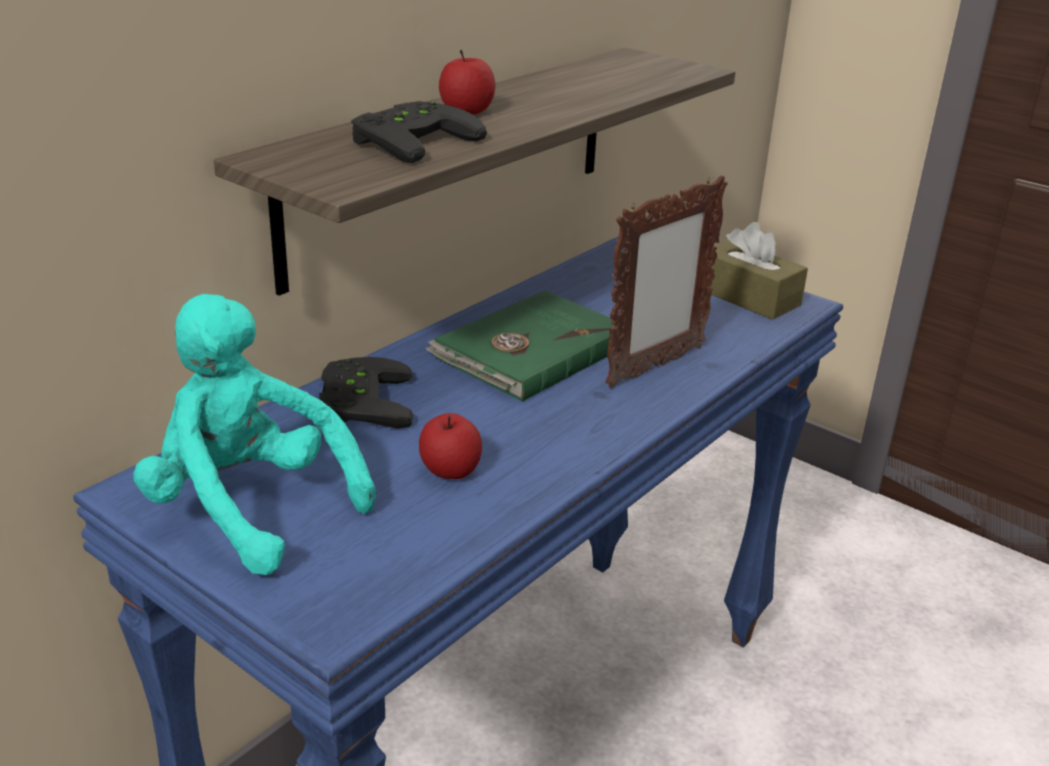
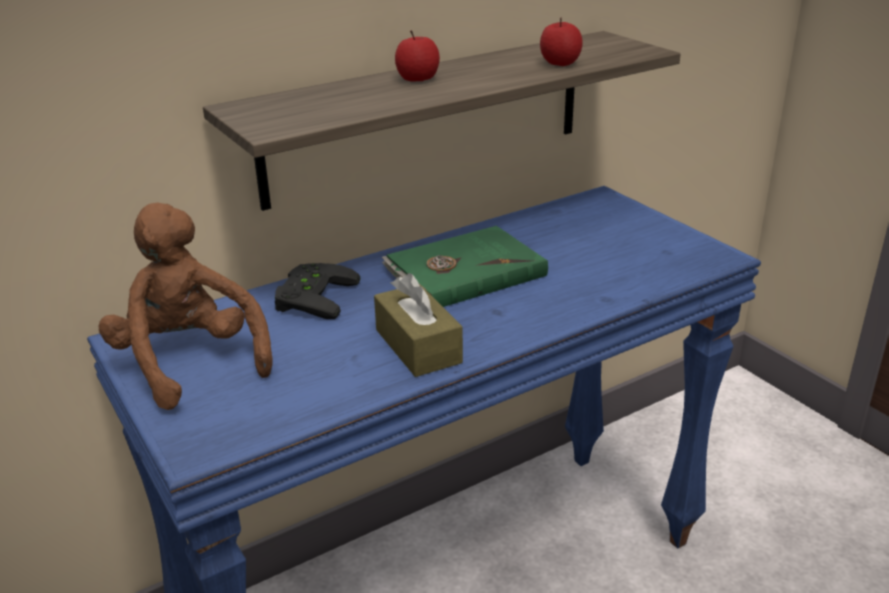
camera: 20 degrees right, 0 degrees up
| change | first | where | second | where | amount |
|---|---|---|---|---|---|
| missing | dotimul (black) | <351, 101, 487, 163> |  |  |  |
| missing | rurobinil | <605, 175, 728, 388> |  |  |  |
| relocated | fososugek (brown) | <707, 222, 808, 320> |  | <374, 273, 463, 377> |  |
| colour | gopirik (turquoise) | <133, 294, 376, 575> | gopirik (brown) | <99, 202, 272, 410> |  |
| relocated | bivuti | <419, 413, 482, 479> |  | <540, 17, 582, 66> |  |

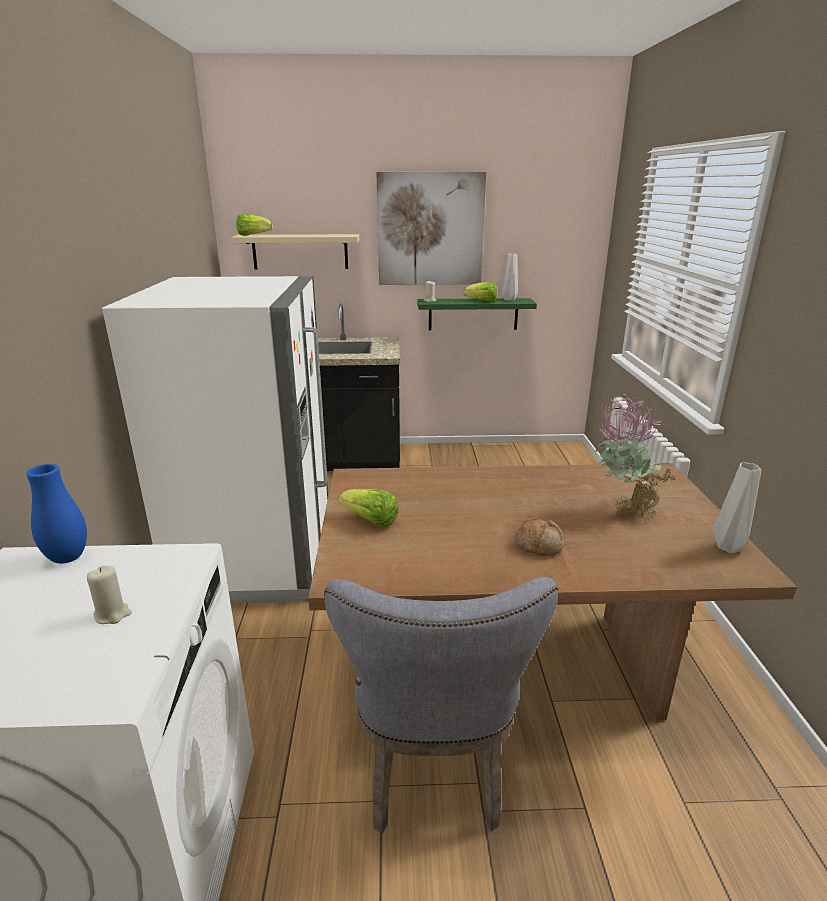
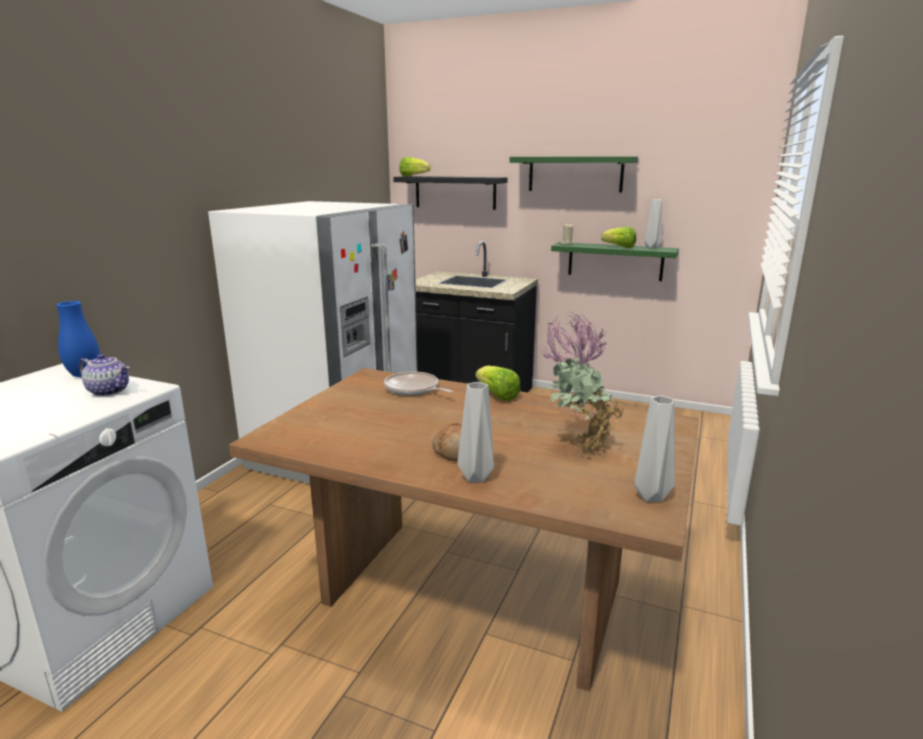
camera: 25 degrees right, 5 degrees down
| change | first | where | second | where | amount |
|---|---|---|---|---|---|
| exchanged | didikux | <377, 172, 486, 285> | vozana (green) | <510, 156, 638, 193> |  |
| colour | vozana (beige) | <231, 234, 359, 269> | vozana (black) | <393, 176, 507, 210> |  |
| relocated | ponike | <339, 489, 398, 528> |  | <475, 366, 521, 401> |  |
| missing | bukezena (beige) | <87, 566, 132, 624> |  |  |  |
| missing | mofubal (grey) | <324, 577, 558, 833> |  |  |  |
| appeared |  |  | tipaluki | <79, 354, 130, 396> |  |
| appeared |  |  | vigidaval | <384, 372, 453, 396> |  |
| appeared |  |  | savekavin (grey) | <457, 382, 494, 483> |  |

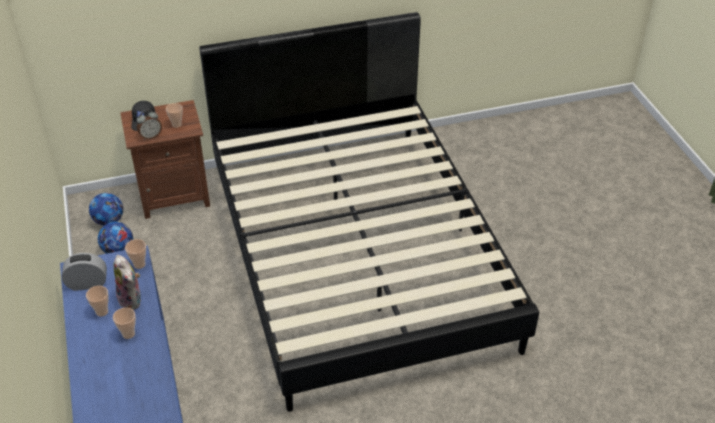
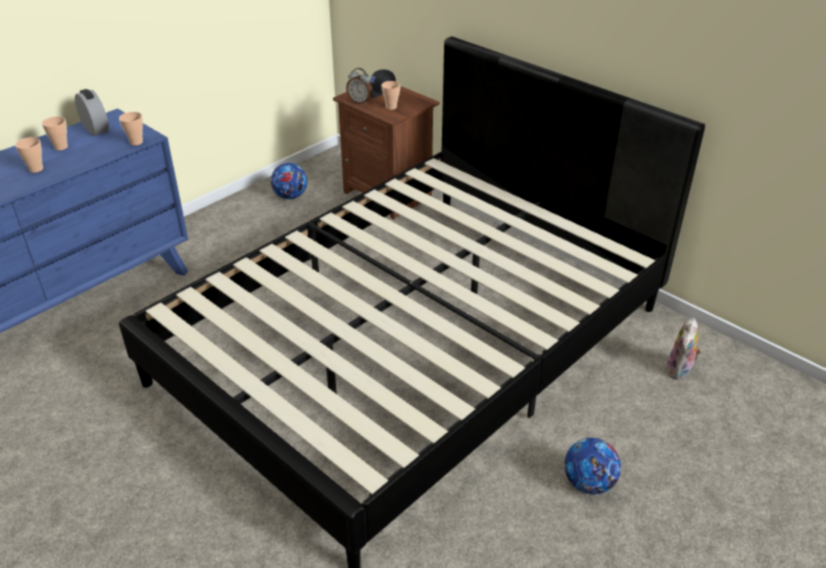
camera: 60 degrees right, 5 degrees down
| change | first | where | second | where | amount |
|---|---|---|---|---|---|
| relocated | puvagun | <89, 193, 123, 226> |  | <564, 438, 621, 494> |  |
| relocated | gopirik | <114, 255, 141, 310> |  | <666, 318, 702, 380> |  |

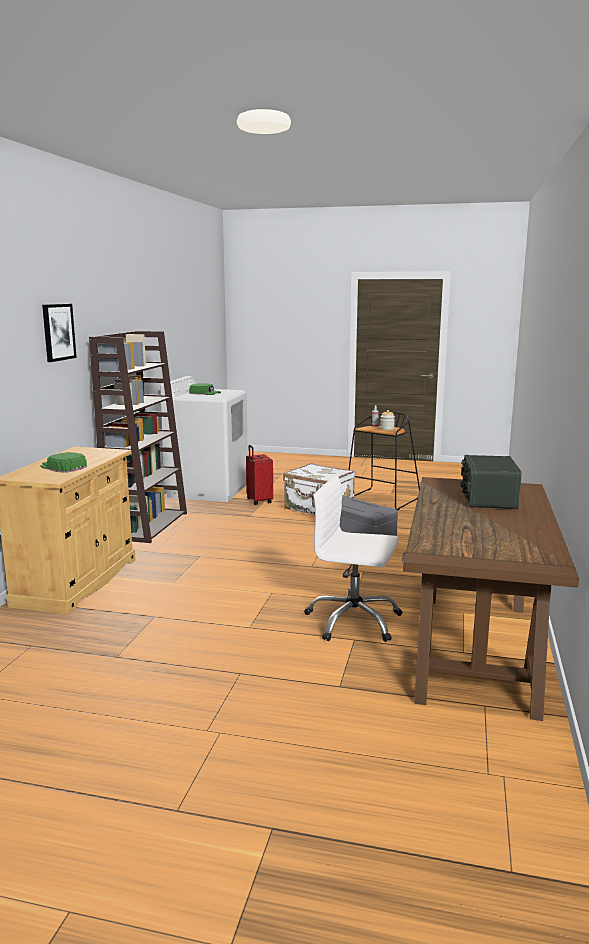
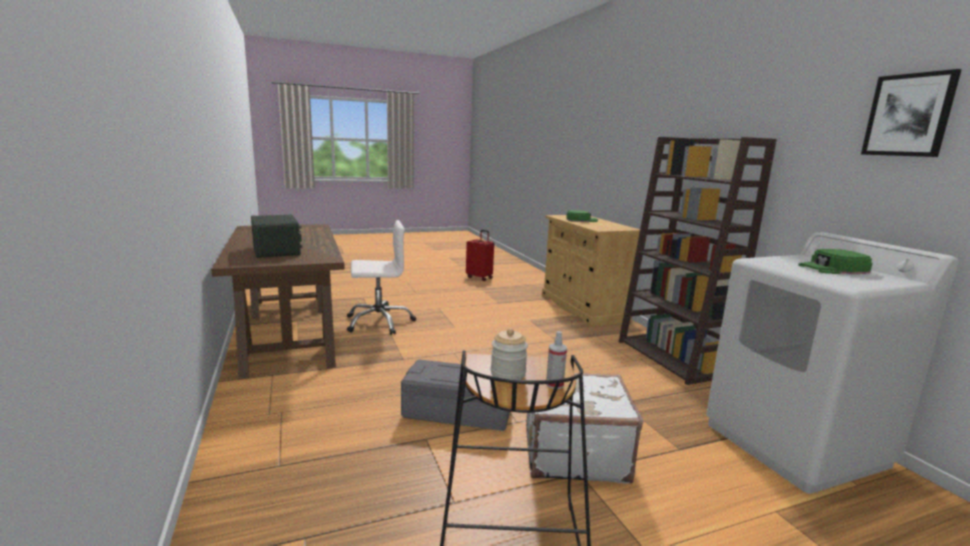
camera: 145 degrees right, 0 degrees up
| change | first | where | second | where | amount |
|---|---|---|---|---|---|
| relocated | didikux | <42, 304, 77, 362> |  | <861, 69, 962, 157> |  |
| relocated | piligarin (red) | <246, 445, 273, 505> |  | <466, 230, 494, 281> |  |

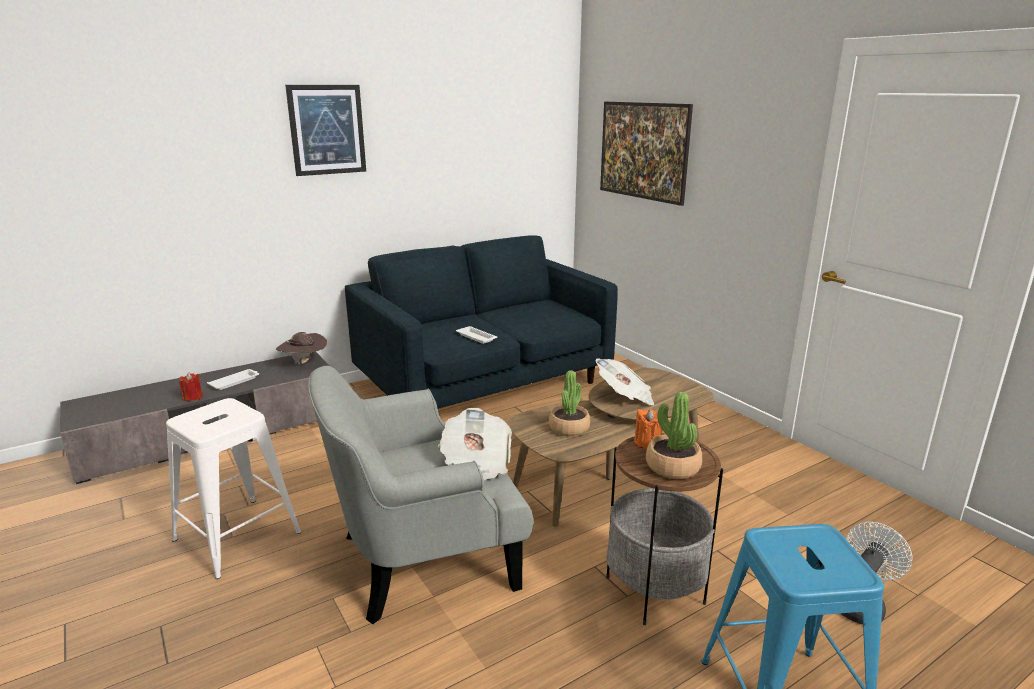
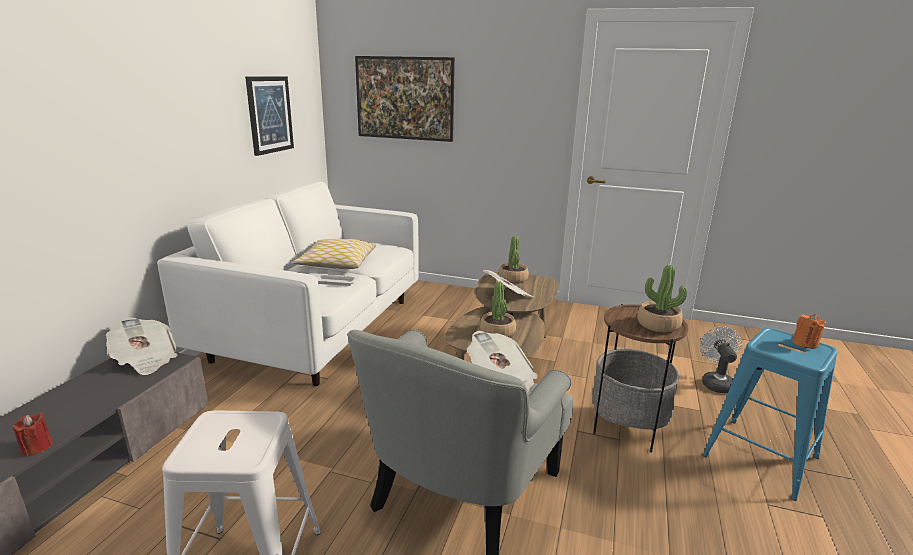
camera: 40 degrees left, 0 degrees up
| change | first | where | second | where | amount |
|---|---|---|---|---|---|
| relocated | didikux | <285, 85, 366, 176> |  | <245, 76, 294, 156> |  |
| colour | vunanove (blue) | <345, 235, 618, 409> | vunanove (white) | <157, 182, 419, 386> |  |
| exchanged | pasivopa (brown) | <276, 332, 327, 364> | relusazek | <106, 318, 177, 375> |  |
| missing | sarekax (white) | <207, 369, 259, 390> |  |  |  |
| relocated | bukezena (orange) | <634, 409, 663, 449> |  | <792, 314, 826, 349> |  |
| appeared |  |  | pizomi | <498, 236, 529, 284> |  |
| appeared |  |  | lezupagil | <293, 239, 376, 269> |  |

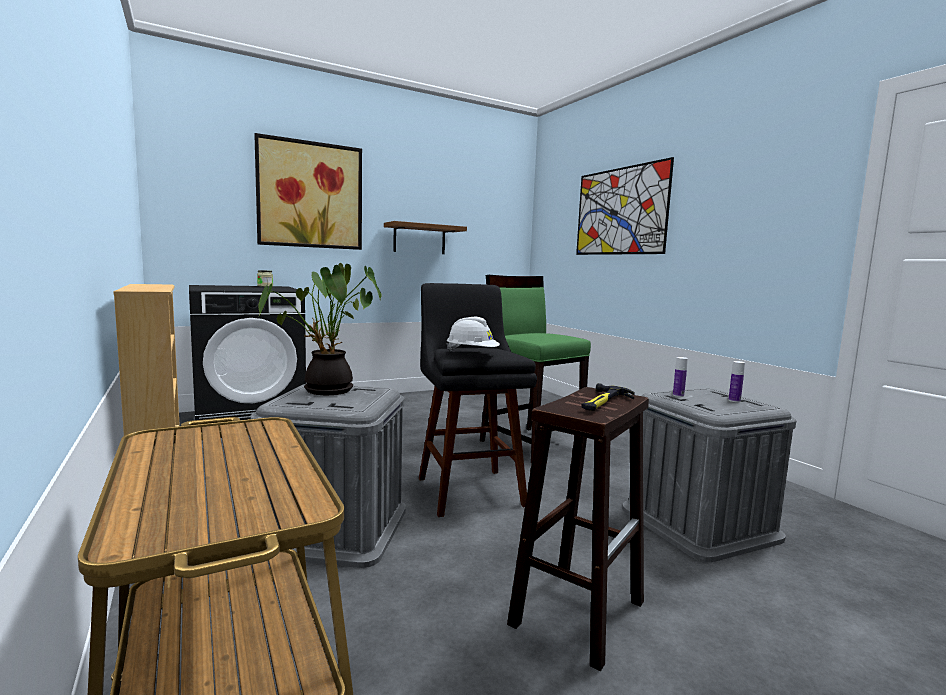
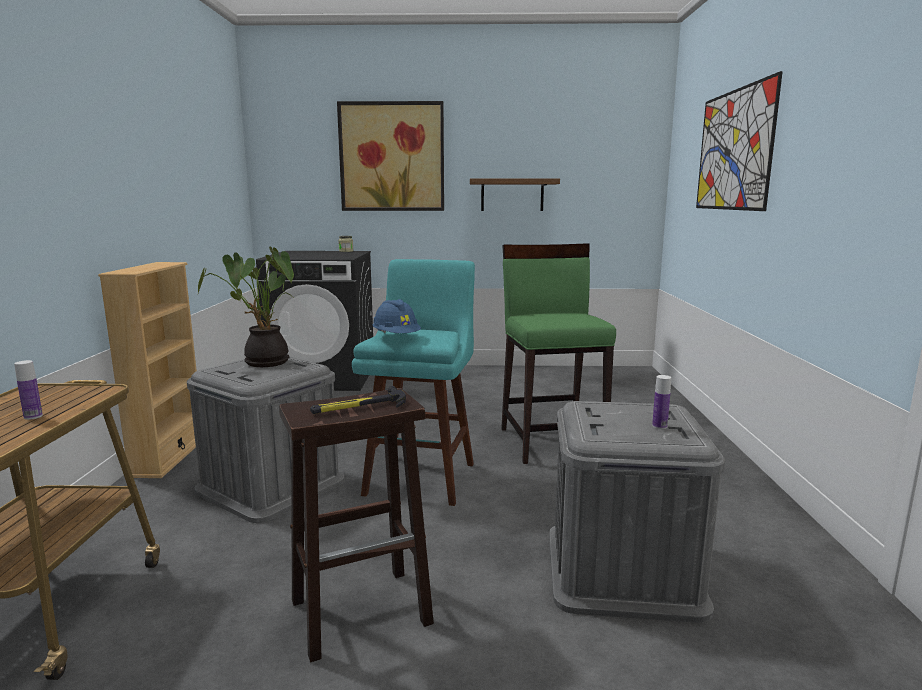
camera: 30 degrees right, 5 degrees up
| change | first | where | second | where | amount |
|---|---|---|---|---|---|
| colour | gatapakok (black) | <419, 283, 537, 517> | gatapakok (turquoise) | <352, 259, 475, 506> |  |
| colour | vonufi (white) | <447, 317, 500, 351> | vonufi (blue) | <373, 299, 421, 333> |  |
| relocated | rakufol | <673, 357, 688, 397> |  | <14, 360, 43, 420> |  |

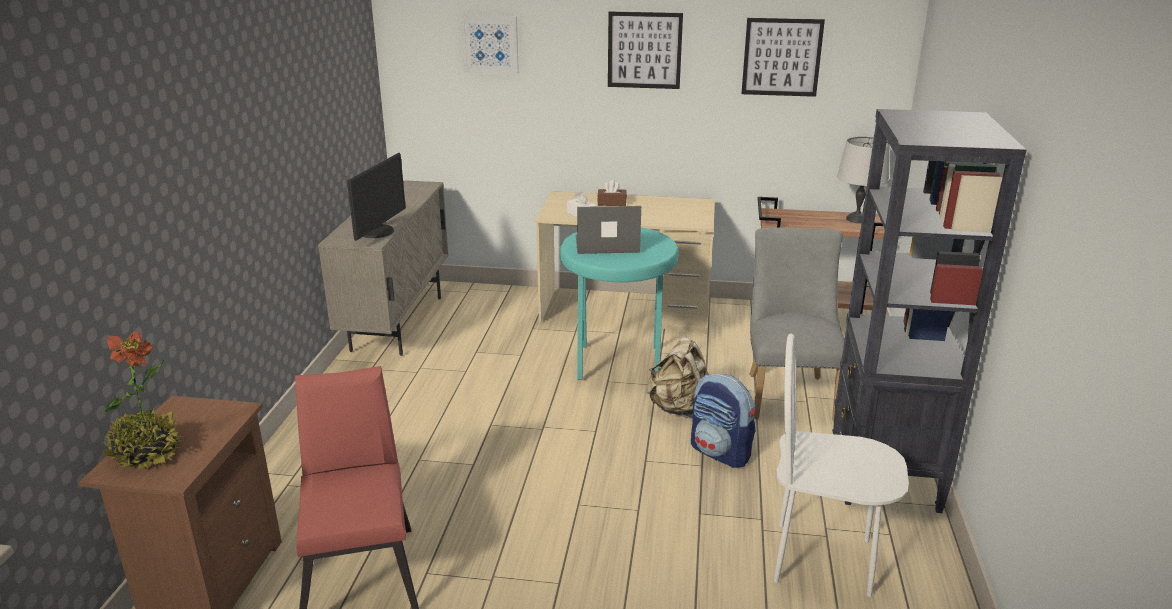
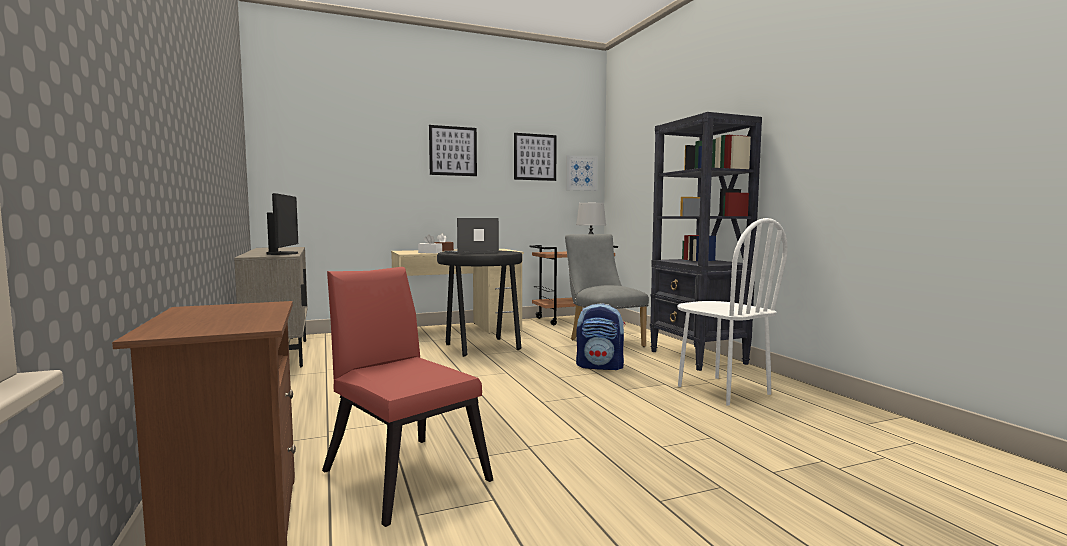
camera: 30 degrees left, 20 degrees down
| change | first | where | second | where | amount |
|---|---|---|---|---|---|
| relocated | didikux | <461, 15, 519, 74> |  | <566, 155, 597, 191> |  |
| colour | gatapakok (turquoise) | <560, 227, 679, 380> | gatapakok (black) | <437, 251, 522, 357> |  |
| missing | pizomi | <102, 331, 182, 469> |  |  |  |
| spun | mofubal (white) | <774, 334, 909, 597> |  | <677, 218, 788, 406> | 105 degrees counterclockwise |
| missing | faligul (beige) | <647, 337, 709, 418> |  |  |  |

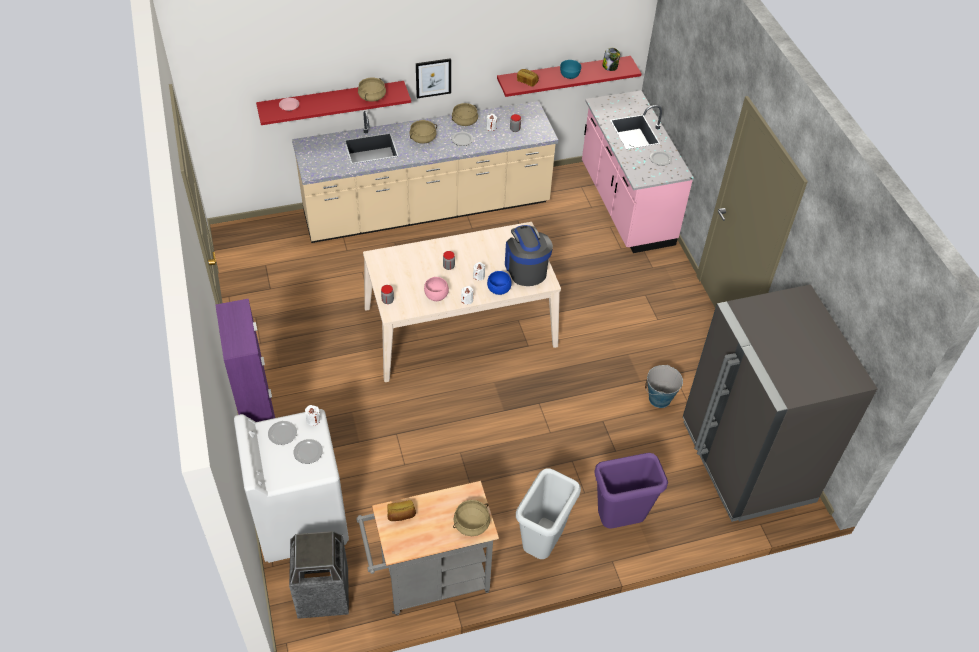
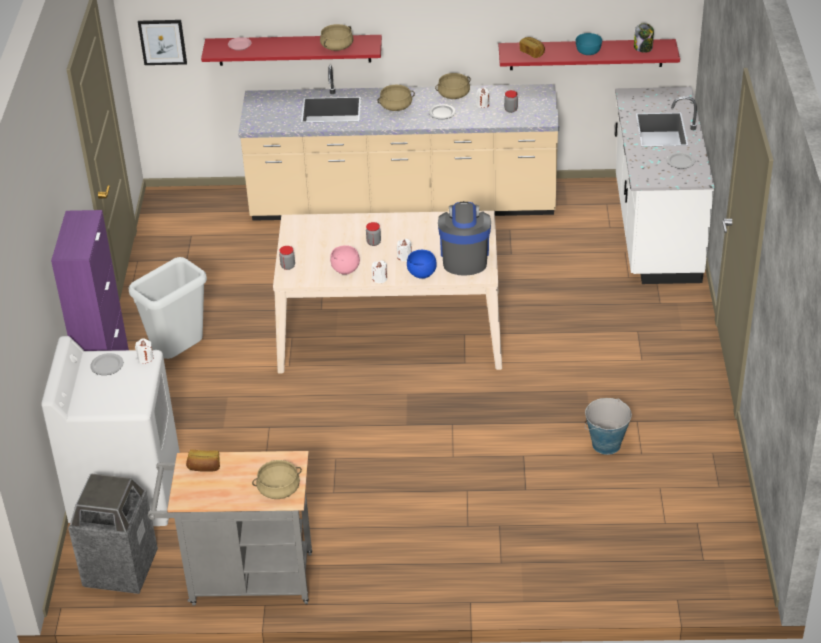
camera: 20 degrees right, 10 degrees down
| change | first | where | second | where | amount |
|---|---|---|---|---|---|
| relocated | didikux | <416, 58, 451, 98> |  | <138, 20, 187, 65> |  |
| colour | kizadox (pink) | <582, 90, 694, 253> | kizadox (white) | <615, 87, 714, 284> |  |
| missing | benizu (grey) | <683, 284, 878, 522> |  |  |  |
| missing | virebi | <293, 439, 323, 464> |  |  |  |
| missing | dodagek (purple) | <594, 453, 668, 528> |  |  |  |
| relocated | dodagek (grey) | <516, 468, 581, 559> |  | <129, 257, 207, 359> |  |

